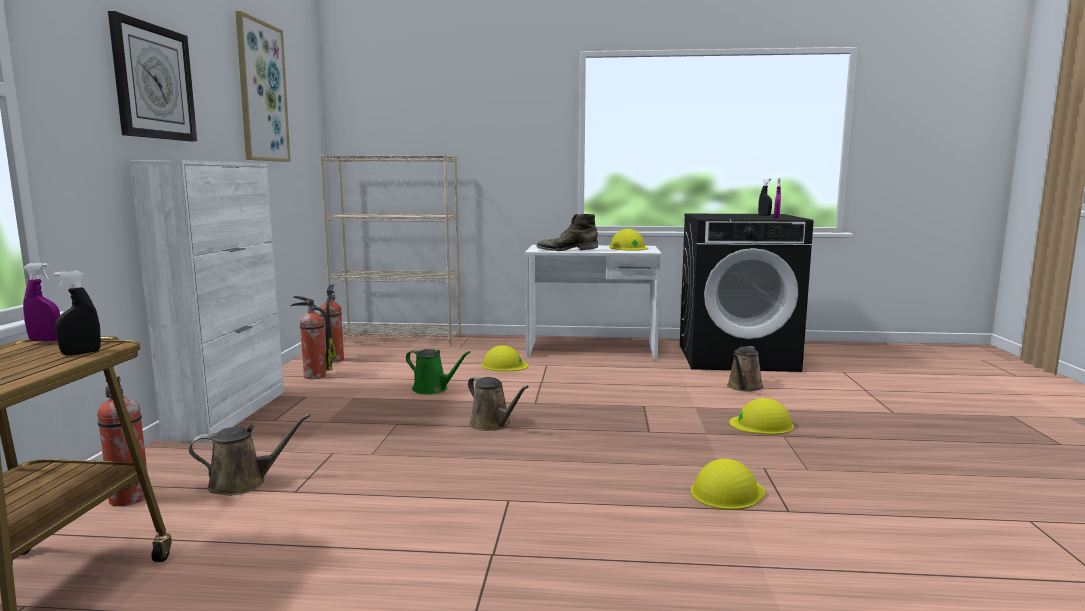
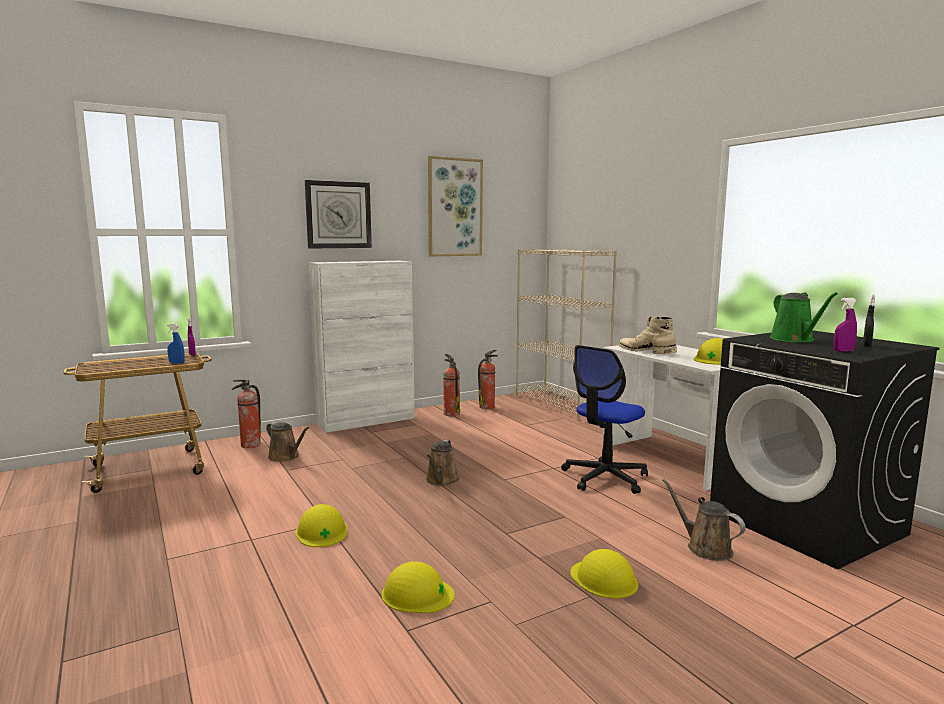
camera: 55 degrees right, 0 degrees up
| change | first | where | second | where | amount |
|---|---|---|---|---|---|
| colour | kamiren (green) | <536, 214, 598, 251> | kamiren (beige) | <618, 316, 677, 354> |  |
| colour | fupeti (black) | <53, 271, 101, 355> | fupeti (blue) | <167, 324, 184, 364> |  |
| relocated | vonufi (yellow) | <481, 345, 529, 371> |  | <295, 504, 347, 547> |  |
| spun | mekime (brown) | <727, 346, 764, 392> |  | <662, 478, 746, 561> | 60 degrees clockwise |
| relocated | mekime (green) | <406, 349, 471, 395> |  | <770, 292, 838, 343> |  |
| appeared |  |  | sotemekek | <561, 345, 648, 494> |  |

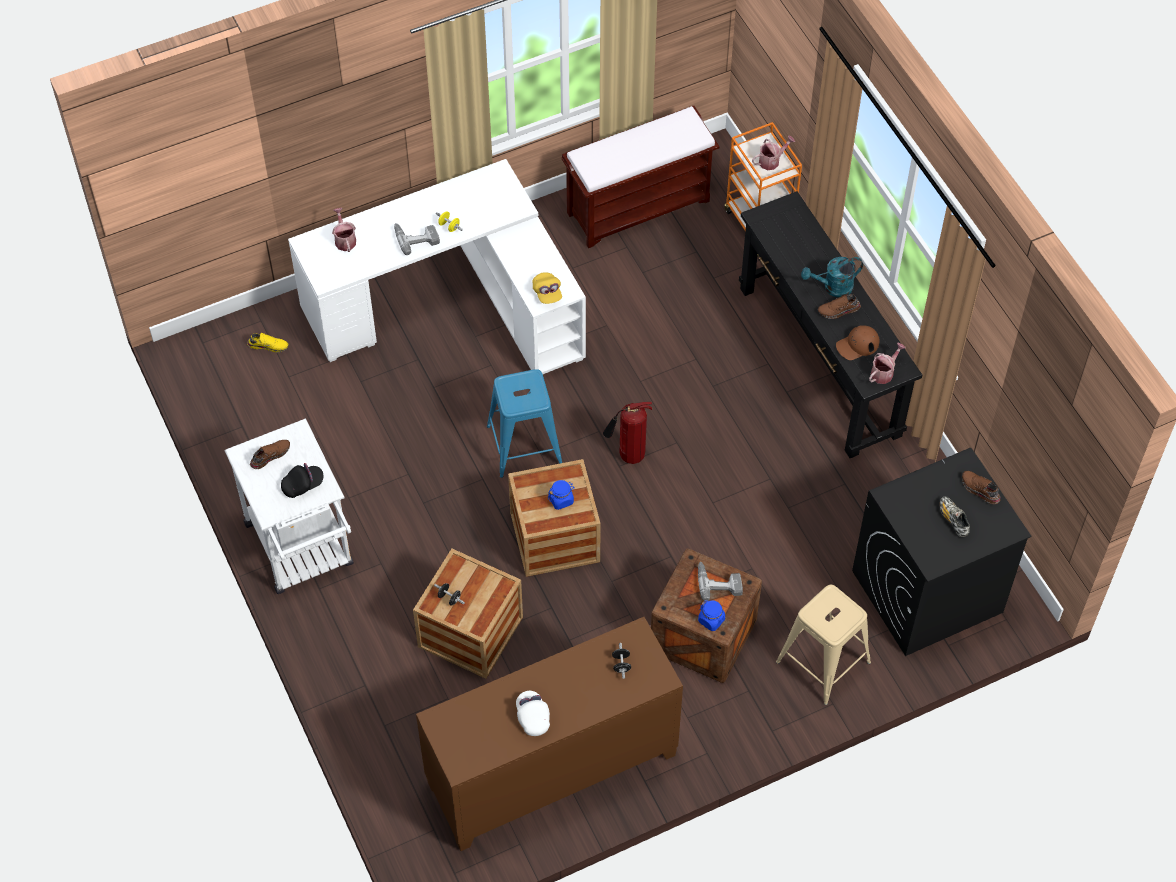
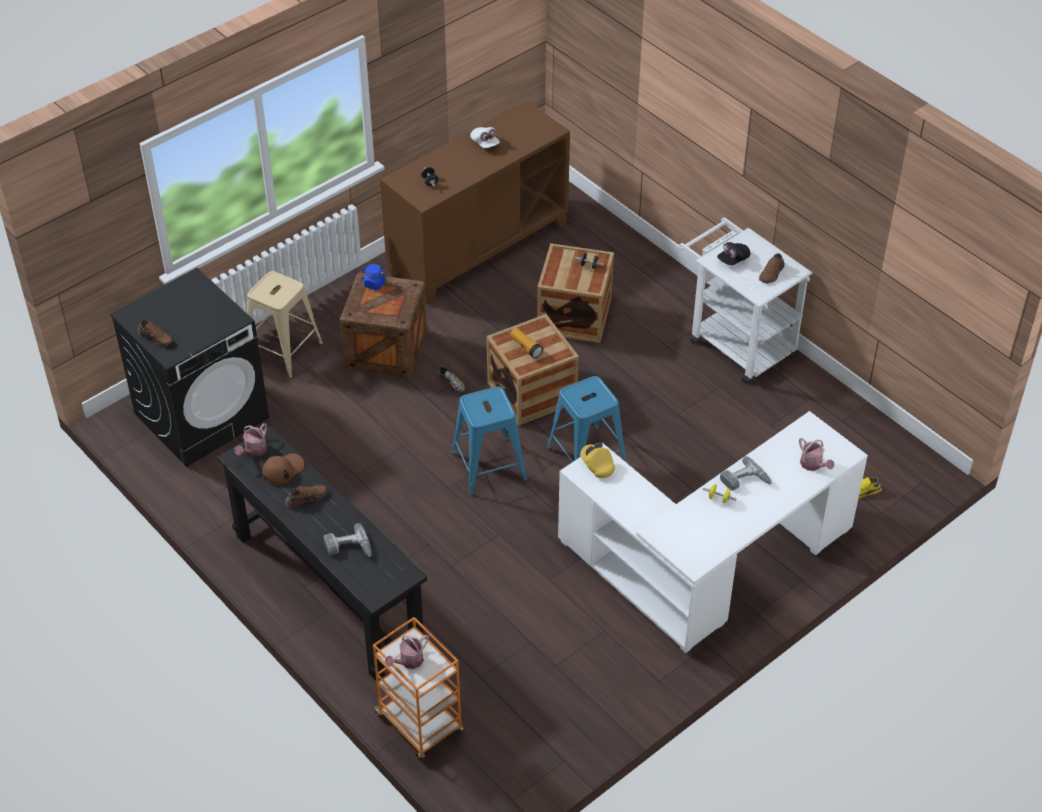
camera: 165 degrees right, 10 degrees down
| change | first | where | second | where | amount |
|---|---|---|---|---|---|
| missing | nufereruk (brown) | <562, 106, 720, 248> |  |  |  |
| missing | mekime (turquoise) | <801, 257, 863, 297> |  |  |  |
| exchanged | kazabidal | <603, 402, 652, 464> | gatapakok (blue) | <451, 386, 527, 496> |  |
| exchanged | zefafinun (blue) | <548, 480, 575, 510> | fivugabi | <510, 328, 543, 359> |  |
| relocated | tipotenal | <940, 496, 970, 537> |  | <438, 365, 465, 393> |  |
| relocated | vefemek | <698, 562, 743, 601> |  | <324, 523, 371, 557> |  |

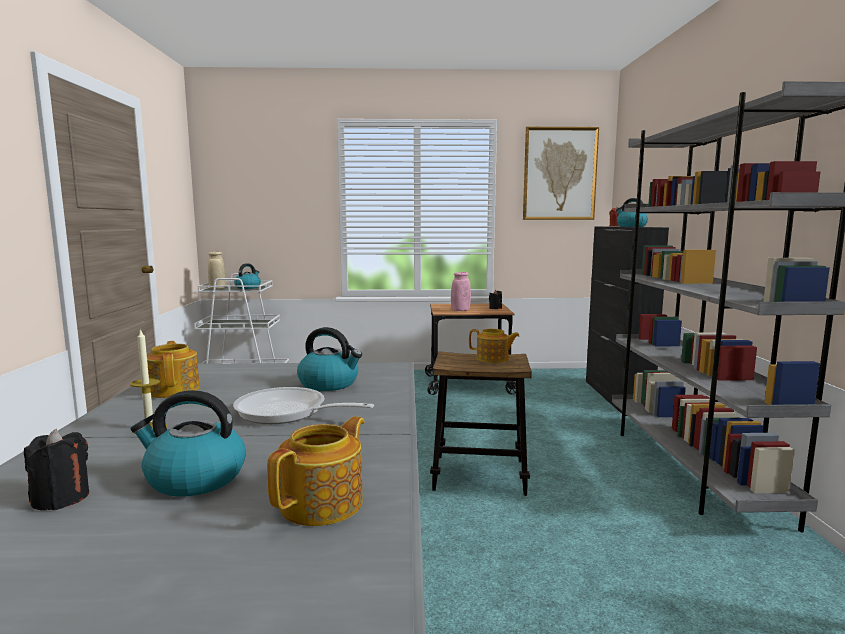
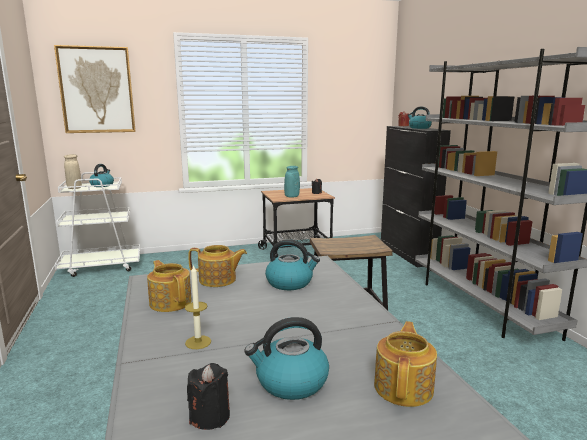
camera: 15 degrees left, 5 degrees up
| change | first | where | second | where | amount |
|---|---|---|---|---|---|
| relocated | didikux | <523, 127, 599, 220> |  | <54, 45, 136, 133> |  |
| colour | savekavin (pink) | <451, 272, 471, 311> | savekavin (turquoise) | <284, 166, 300, 198> |  |
| relocated | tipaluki | <469, 329, 520, 363> |  | <188, 245, 247, 287> |  |
| missing | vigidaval | <233, 387, 374, 424> |  |  |  |

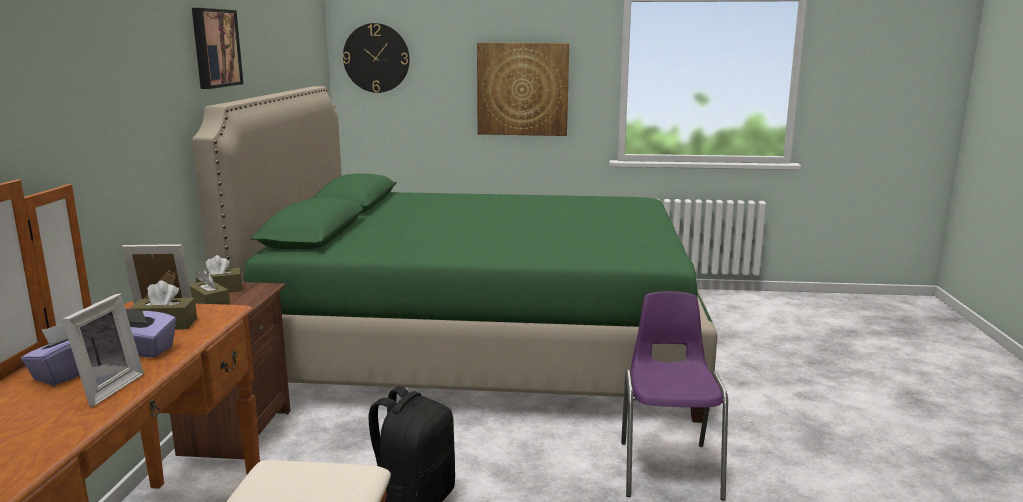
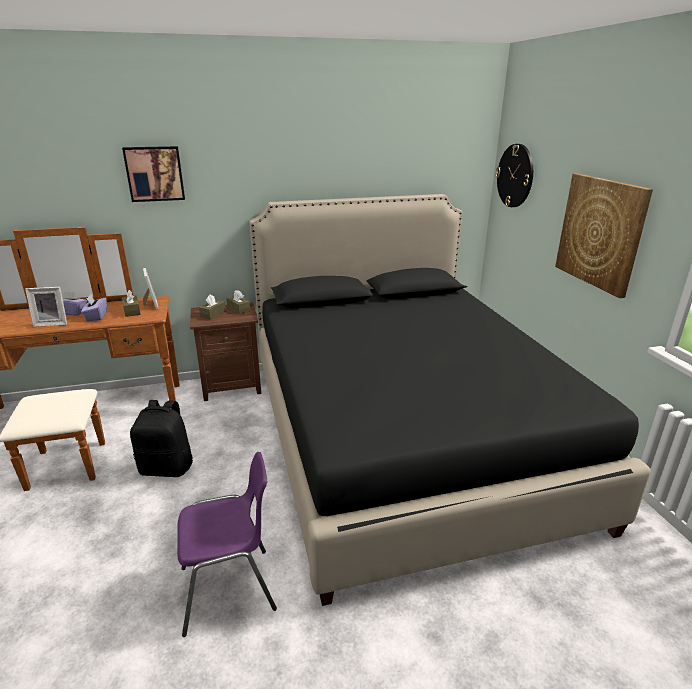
camera: 70 degrees right, 10 degrees up
| change | first | where | second | where | amount |
|---|---|---|---|---|---|
| relocated | didikux | <192, 8, 243, 89> |  | <122, 146, 185, 202> |  |
| colour | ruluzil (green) | <192, 86, 718, 423> | ruluzil (black) | <249, 194, 651, 606> |  |

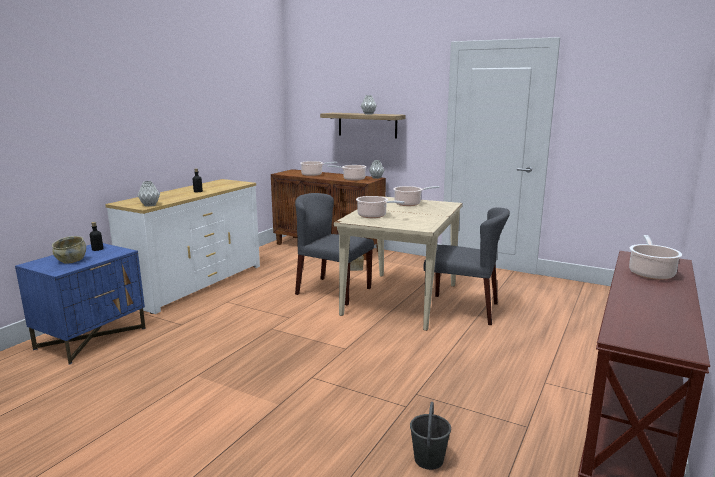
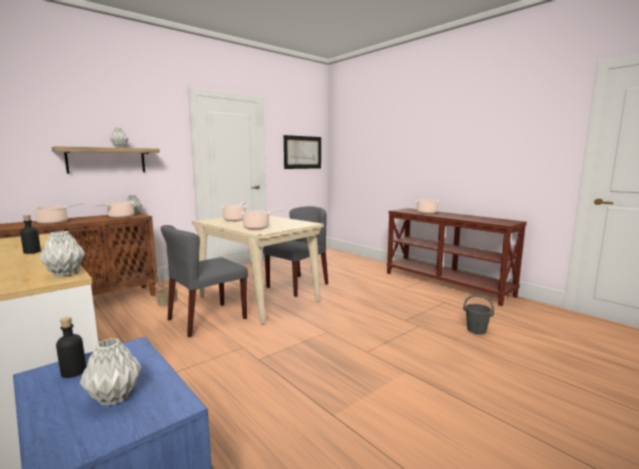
camera: 70 degrees left, 5 degrees down
| change | first | where | second | where | amount |
|---|---|---|---|---|---|
| exchanged | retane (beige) | <52, 236, 86, 264> | savekavin (grey) | <80, 338, 141, 406> |  |
| appeared |  |  | didikux | <284, 135, 321, 169> |  |

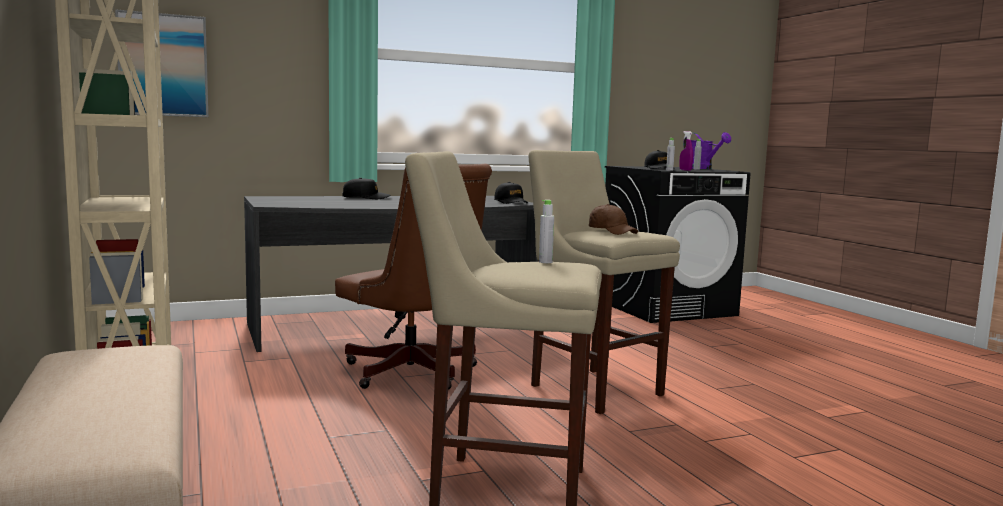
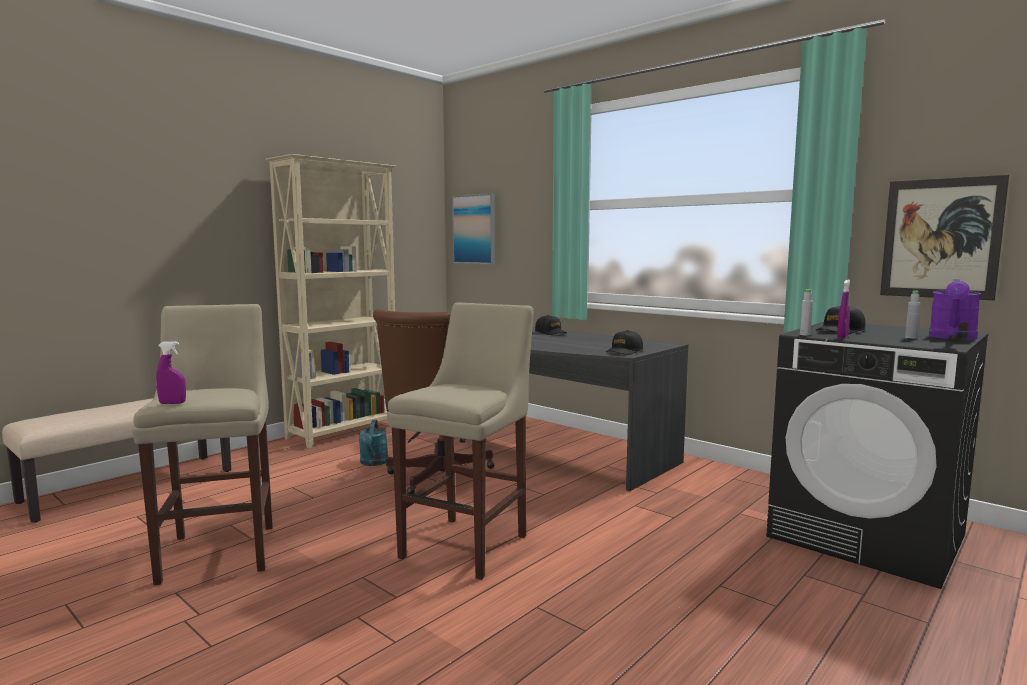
camera: 65 degrees right, 0 degrees up
| change | first | where | second | where | amount |
|---|---|---|---|---|---|
| missing | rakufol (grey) | <539, 200, 554, 263> |  |  |  |
| missing | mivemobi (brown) | <589, 204, 638, 235> |  |  |  |
| appeared |  |  | didikux | <880, 175, 1009, 300> |  |
| appeared |  |  | fupeti (purple) | <156, 341, 186, 404> |  |
| appeared |  |  | mekime (turquoise) | <359, 420, 388, 466> |  |

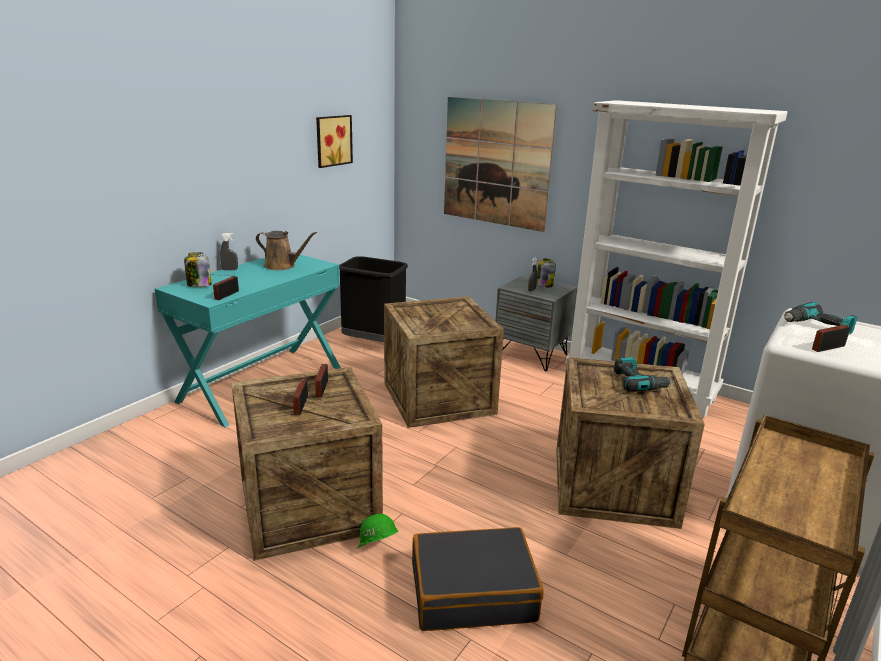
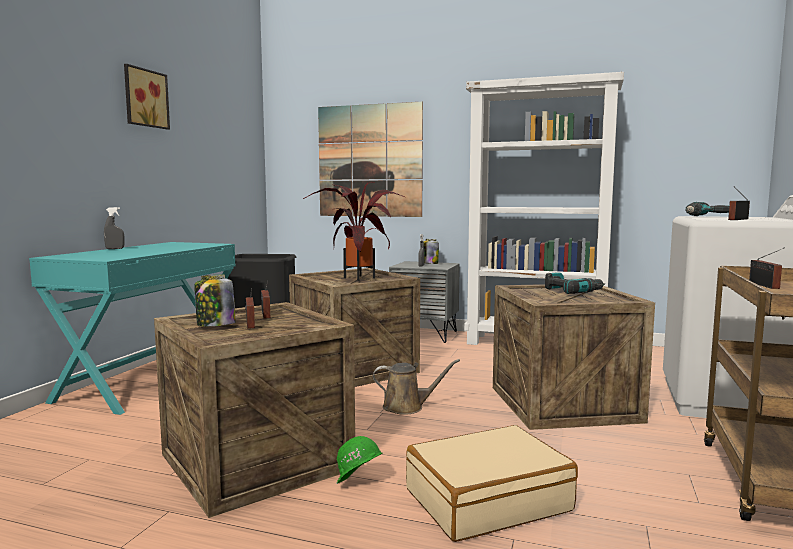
camera: 15 degrees left, 15 degrees down
| change | first | where | second | where | amount |
|---|---|---|---|---|---|
| relocated | didikux | <316, 115, 353, 168> |  | <124, 64, 170, 130> |  |
| relocated | mekime (brown) | <256, 231, 317, 270> |  | <373, 359, 460, 415> |  |
| relocated | zefafinun | <184, 252, 212, 287> |  | <194, 275, 236, 327> |  |
| relocated | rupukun | <212, 274, 239, 300> |  | <749, 247, 785, 289> |  |
| colour | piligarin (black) | <412, 527, 544, 631> | piligarin (beige) | <406, 425, 578, 542> |  |
| appeared |  |  | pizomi | <303, 182, 404, 281> |  |

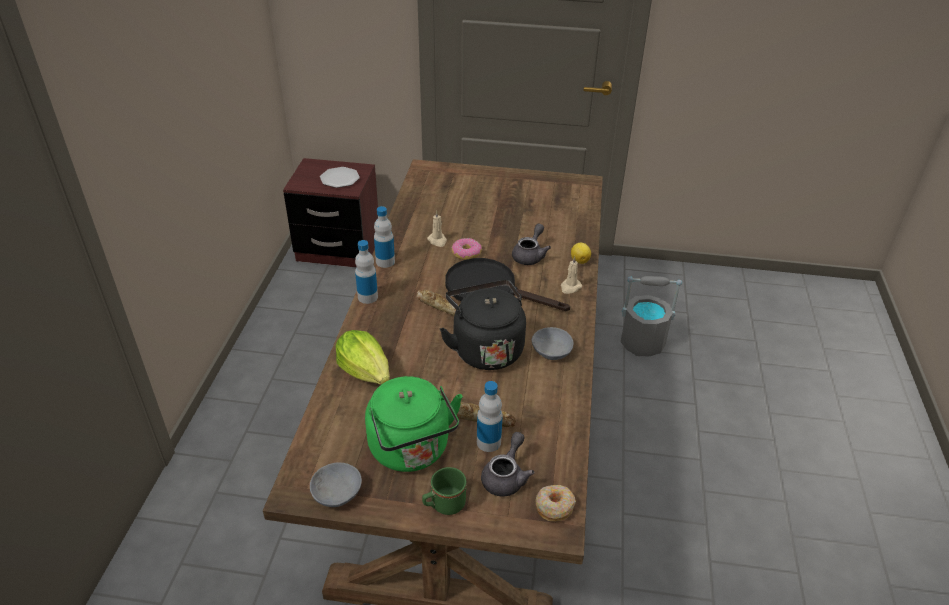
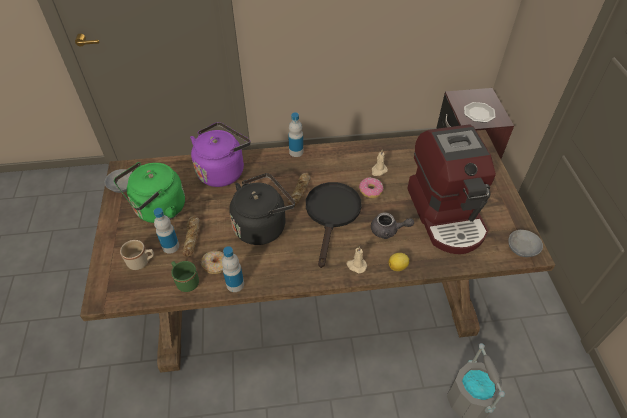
camera: 75 degrees right, 10 degrees up
| change | first | where | second | where | amount |
|---|---|---|---|---|---|
| relocated | rakufol | <374, 206, 395, 268> |  | <222, 246, 244, 292> |  |
| relocated | retane (grey) | <532, 327, 573, 360> |  | <508, 230, 543, 257> |  |
| exchanged | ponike | <336, 330, 390, 385> | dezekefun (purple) | <190, 122, 251, 187> |  |
| exchanged | tipaluki (grey) | <481, 432, 534, 497> | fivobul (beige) | <120, 240, 154, 270> |  |
| relocated | fivobul (green) | <422, 467, 466, 515> |  | <171, 261, 199, 292> |  |
| relocated | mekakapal | <536, 485, 576, 521> |  | <201, 251, 224, 274> |  |
| appeared |  |  | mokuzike | <407, 124, 496, 254> |  |

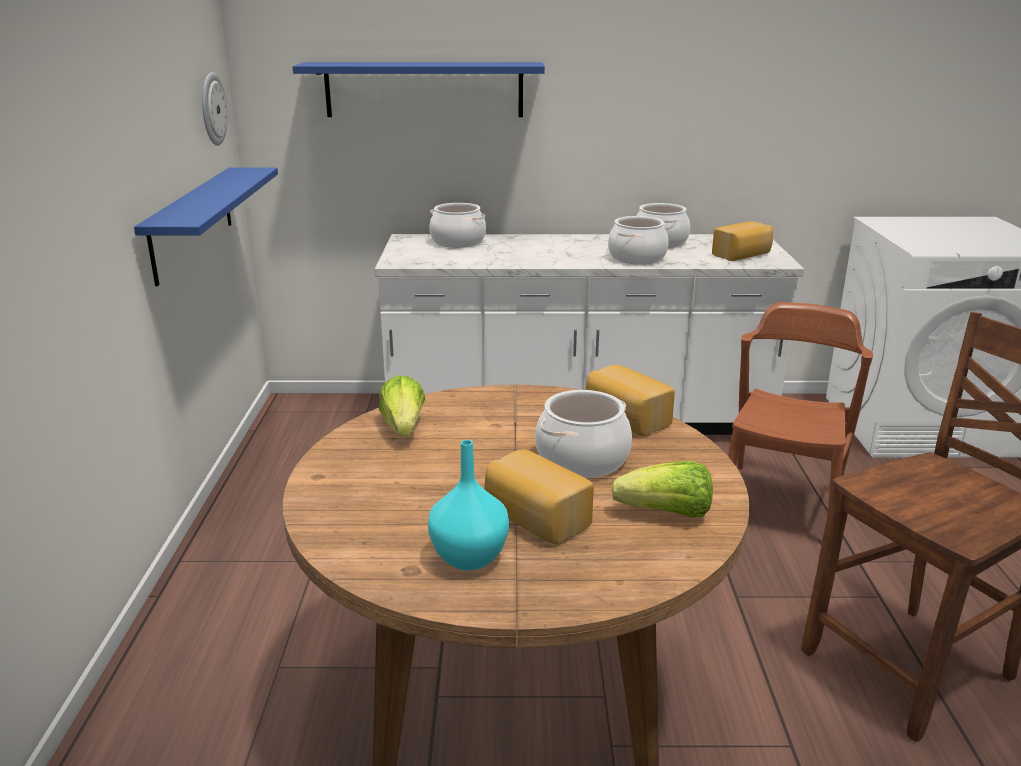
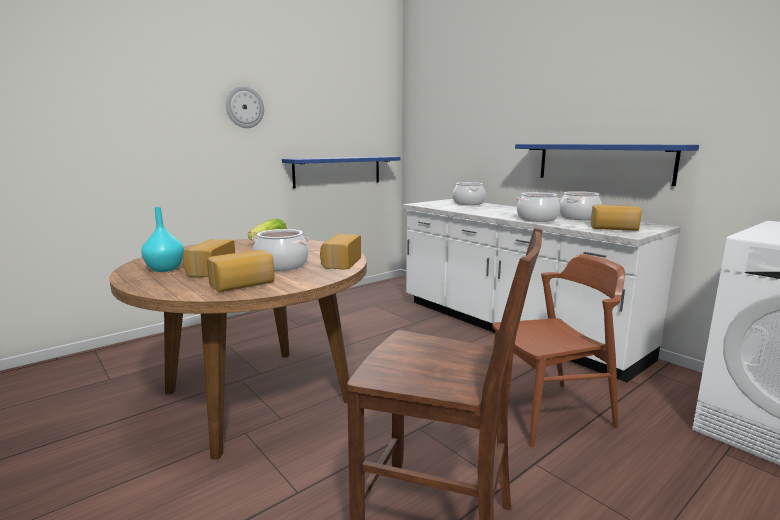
camera: 50 degrees right, 10 degrees down
| change | first | where | second | where | amount |
|---|---|---|---|---|---|
| relocated | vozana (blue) | <293, 62, 545, 117> |  | <515, 144, 699, 186> |  |
| relocated | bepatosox | <202, 72, 227, 146> |  | <226, 86, 264, 128> |  |
| exchanged | ponike | <611, 461, 713, 517> | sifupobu | <207, 250, 274, 292> |  |

